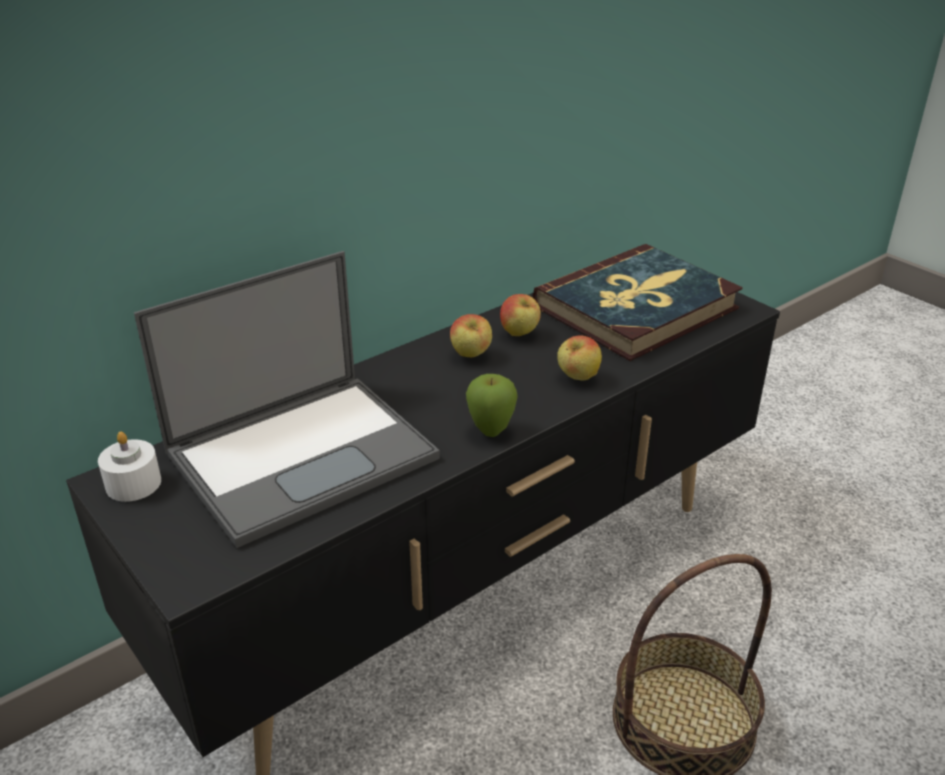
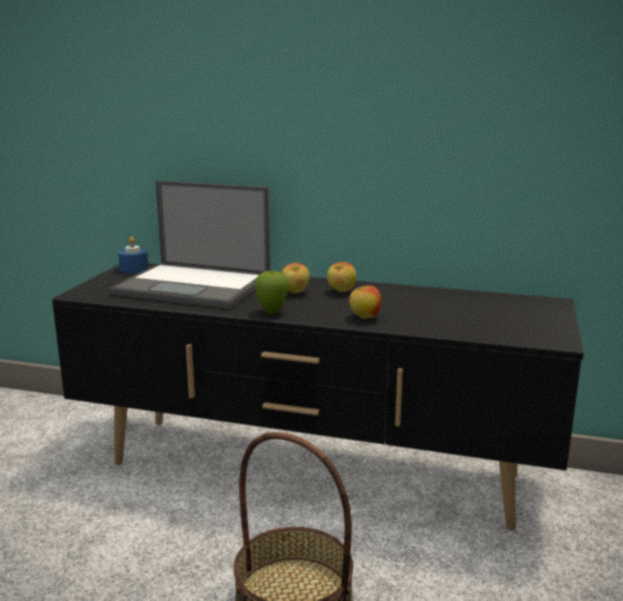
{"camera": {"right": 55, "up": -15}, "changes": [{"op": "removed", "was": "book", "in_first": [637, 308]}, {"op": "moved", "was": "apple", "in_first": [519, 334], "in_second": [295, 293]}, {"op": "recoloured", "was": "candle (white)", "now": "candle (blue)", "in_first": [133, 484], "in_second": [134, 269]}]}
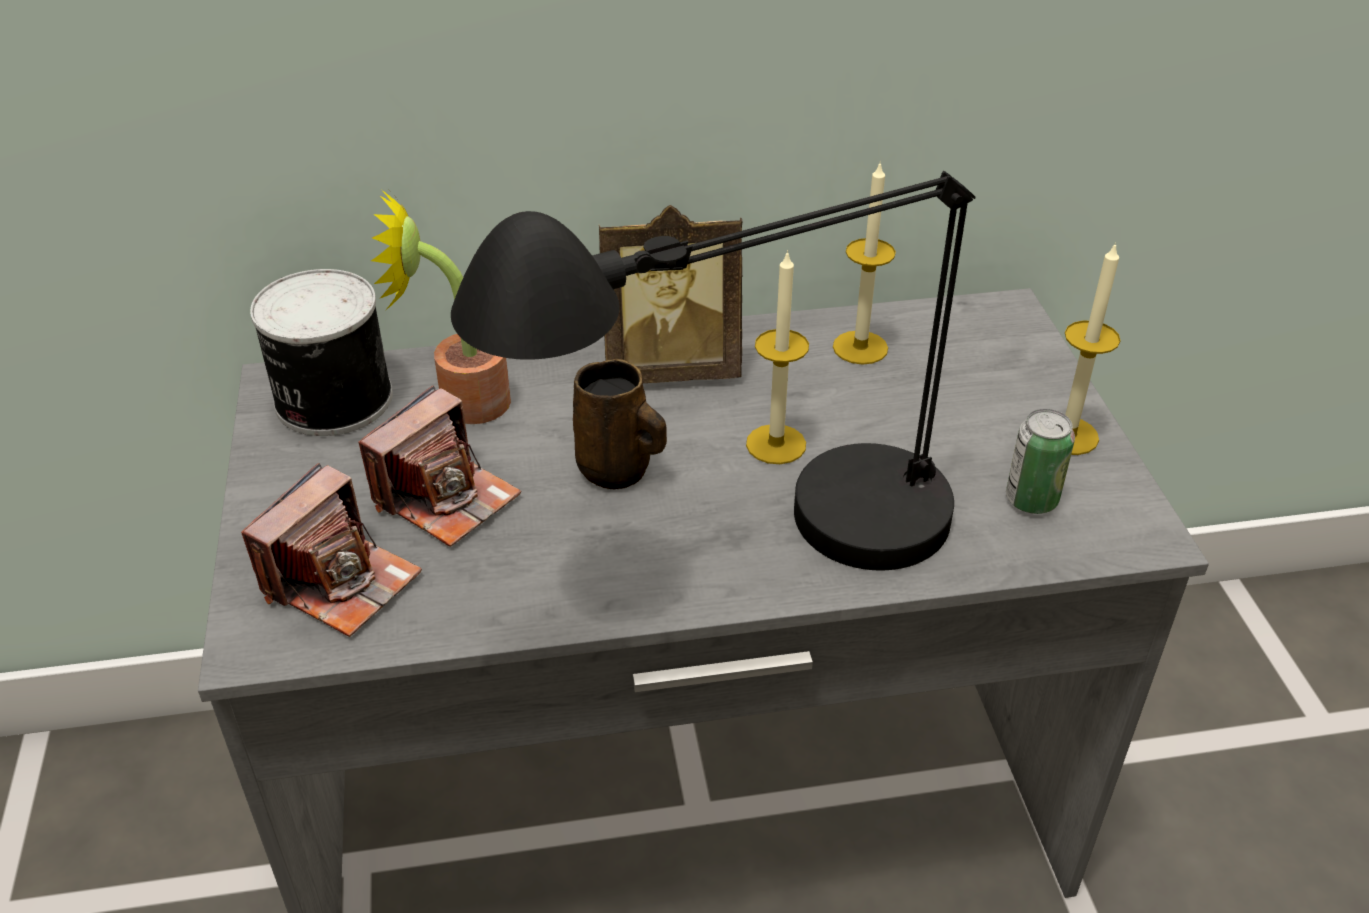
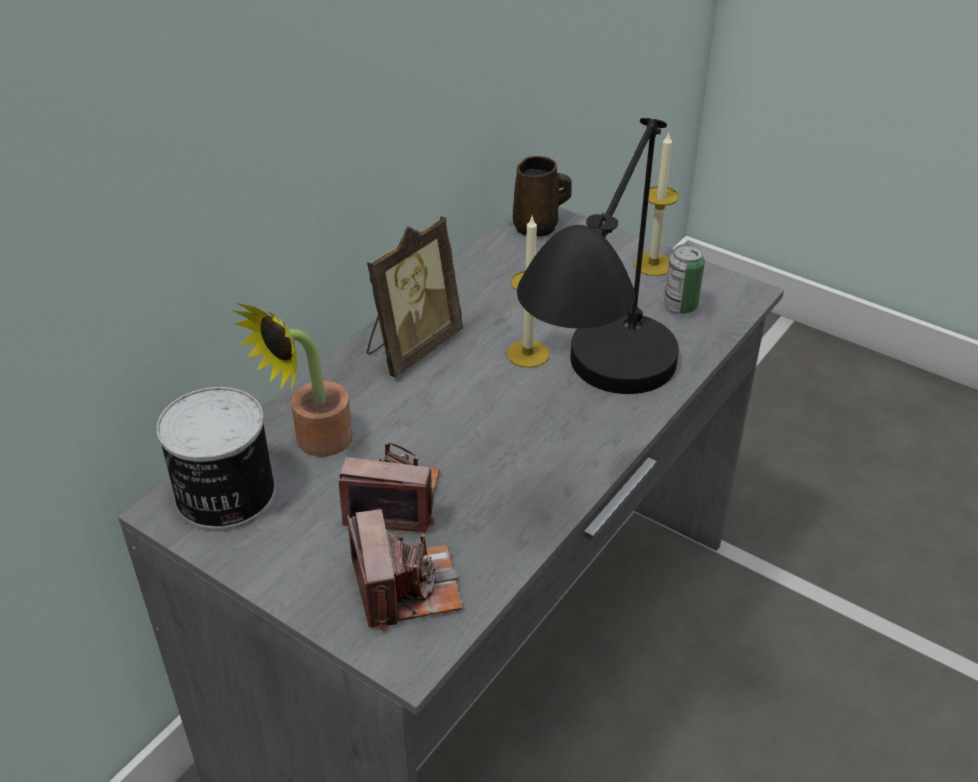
{"camera": {"right": -45, "up": 0}, "changes": [{"op": "removed", "was": "candle", "in_first": [860, 347]}, {"op": "moved", "was": "mug (brown)", "in_first": [618, 471], "in_second": [538, 227]}, {"op": "turned", "was": "photo camera", "in_first": [446, 498], "in_second": [393, 500], "clockwise": -75}]}
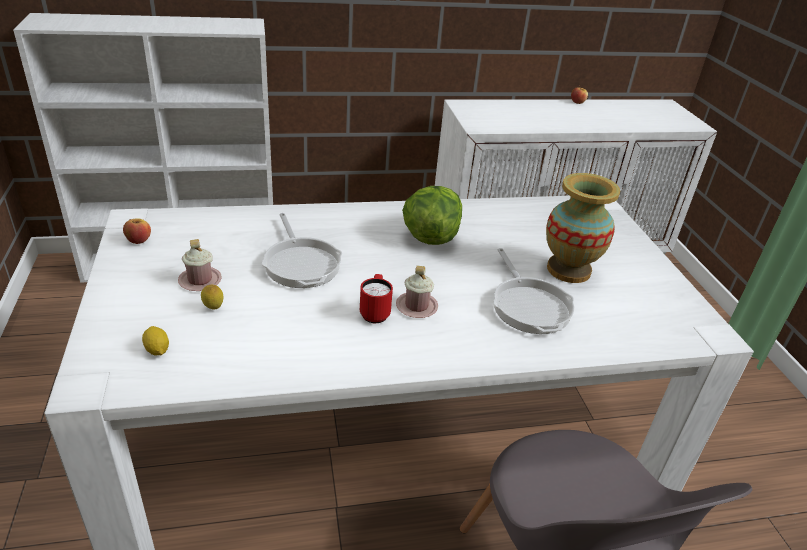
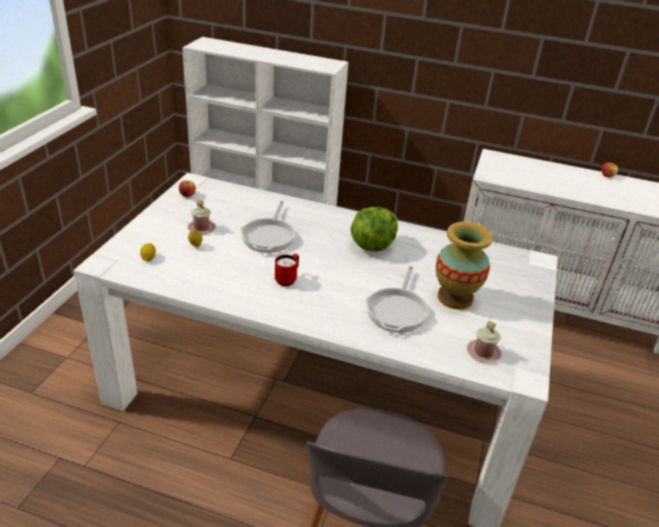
{"camera": {"right": 30, "up": 0}, "changes": [{"op": "moved", "was": "mug (pink)", "in_first": [416, 306], "in_second": [483, 352]}]}
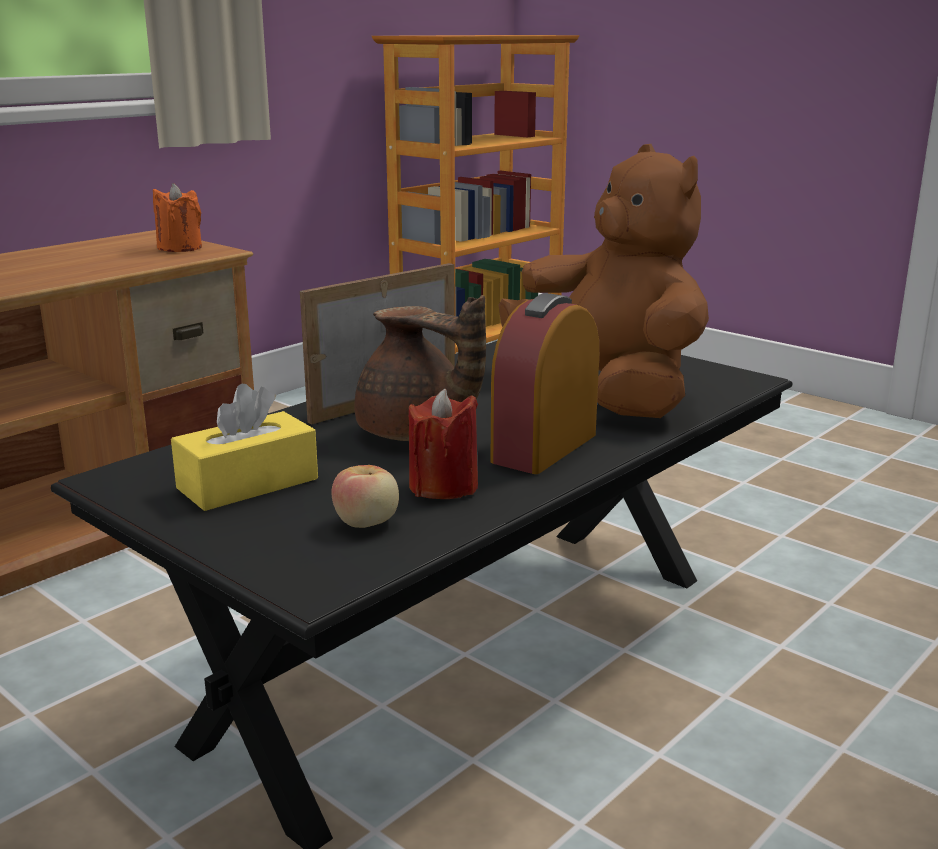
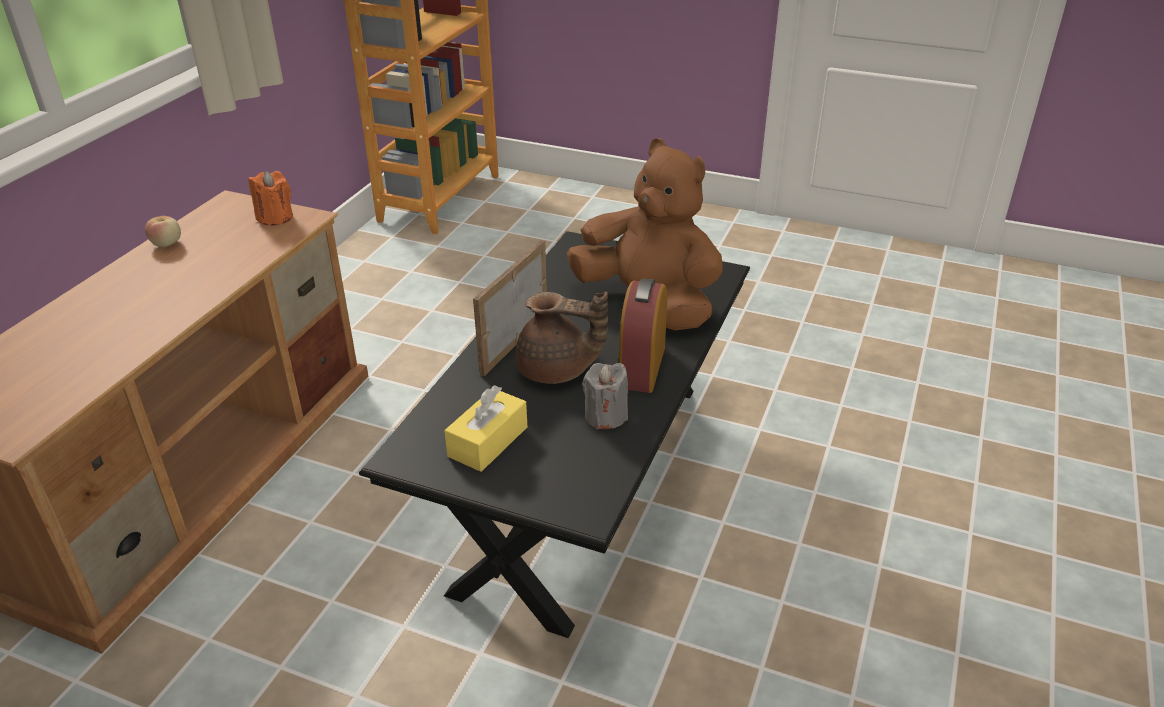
{"camera": {"right": -20, "up": 15}, "changes": [{"op": "recoloured", "was": "candle (red)", "now": "candle (grey)", "in_first": [443, 486], "in_second": [605, 416]}, {"op": "moved", "was": "apple", "in_first": [367, 523], "in_second": [167, 244]}]}
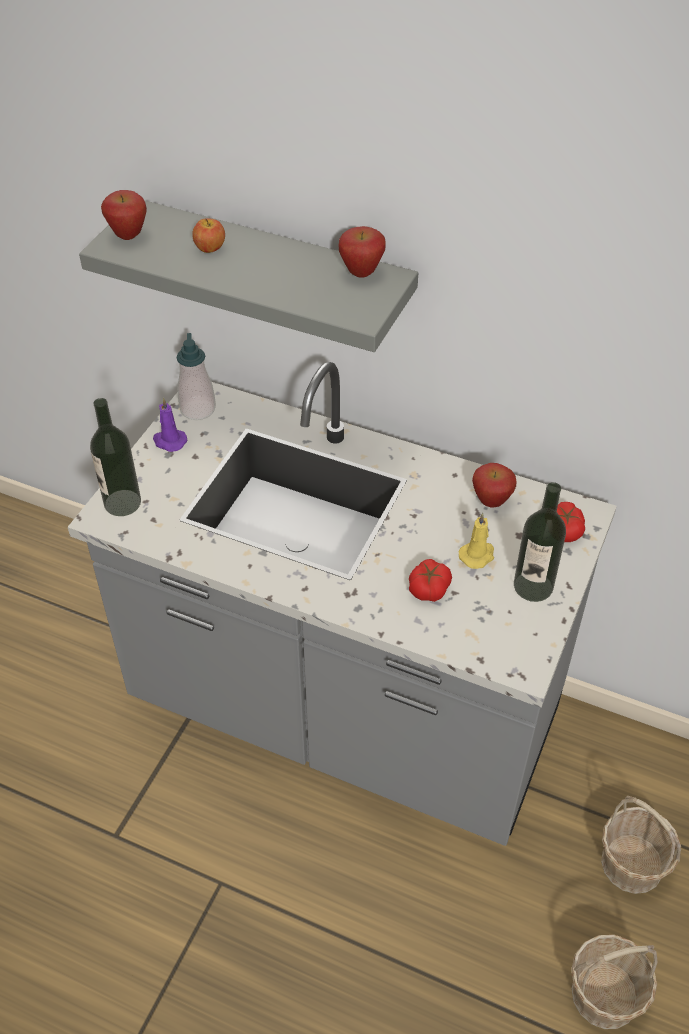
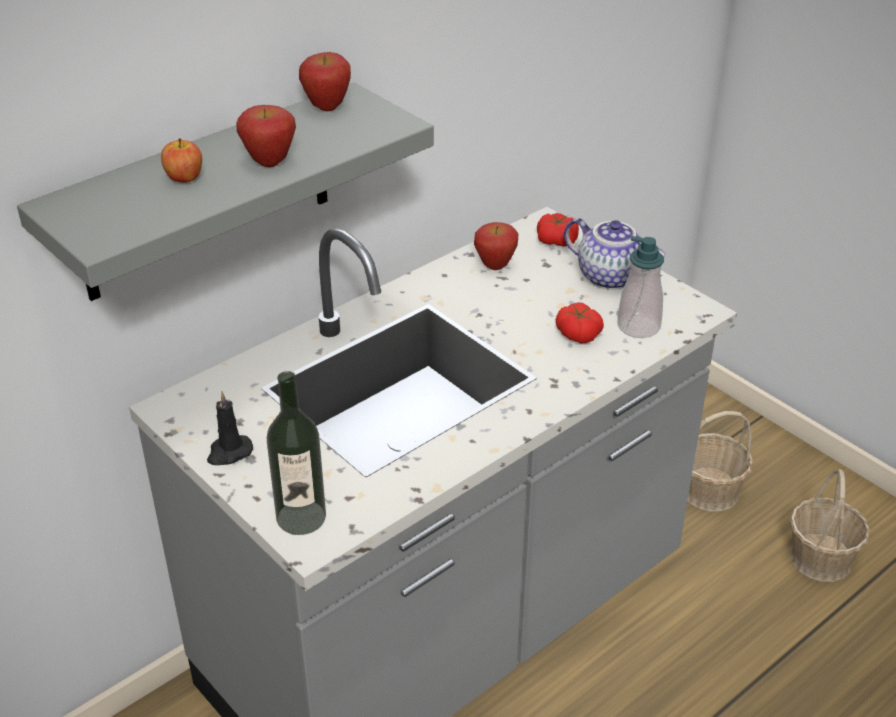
{"camera": {"right": -65, "up": -10}, "changes": [{"op": "moved", "was": "apple", "in_first": [128, 236], "in_second": [269, 162]}, {"op": "moved", "was": "soap dispenser", "in_first": [198, 409], "in_second": [638, 326]}, {"op": "recoloured", "was": "candle (purple)", "now": "candle (black)", "in_first": [169, 441], "in_second": [229, 452]}, {"op": "replaced", "was": "bottle", "now": "teapot", "in_first": [533, 586], "in_second": [611, 277]}, {"op": "removed", "was": "candle (yellow)", "in_first": [477, 555]}]}
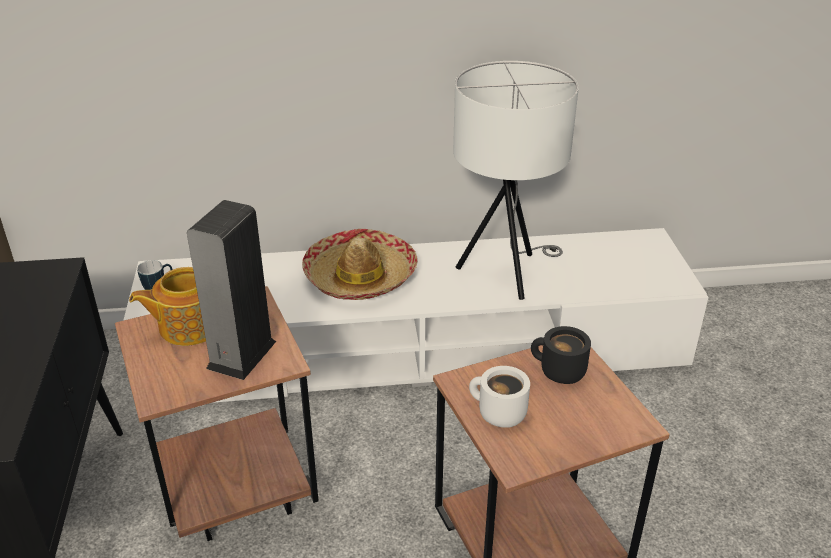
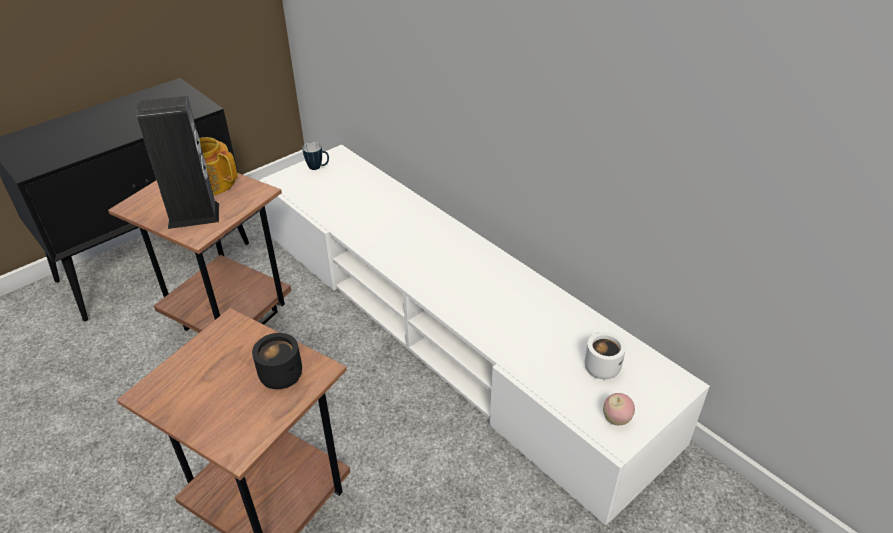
{"camera": {"right": 55, "up": 5}, "changes": [{"op": "removed", "was": "table lamp (white)", "in_first": [507, 273]}, {"op": "removed", "was": "hat", "in_first": [360, 276]}, {"op": "moved", "was": "mug (white)", "in_first": [497, 414], "in_second": [599, 366]}, {"op": "added", "now": "apple", "in_second": [616, 419]}]}
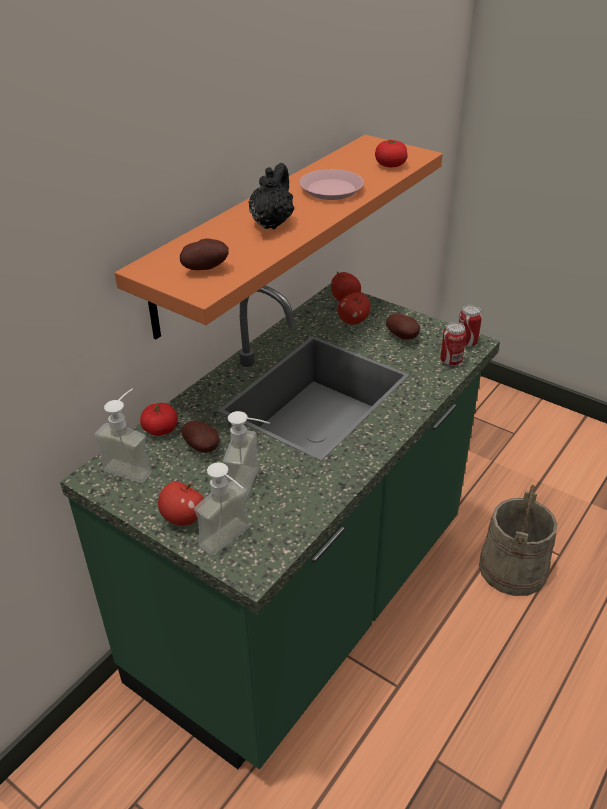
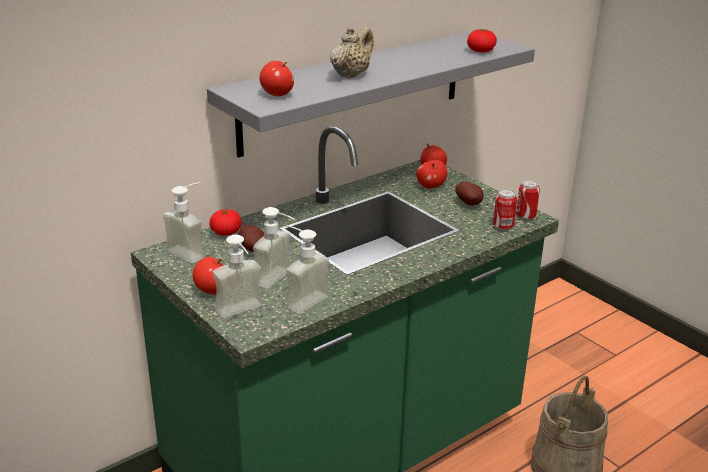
{"camera": {"right": 15, "up": -10}, "changes": [{"op": "recoloured", "was": "shelf (orange)", "now": "shelf (grey)", "in_first": [260, 231], "in_second": [354, 91]}, {"op": "recoloured", "was": "teapot (black)", "now": "teapot (beige)", "in_first": [272, 223], "in_second": [351, 75]}, {"op": "removed", "was": "plate (pink)", "in_first": [330, 190]}, {"op": "replaced", "was": "potato", "now": "apple", "in_first": [205, 268], "in_second": [277, 94]}, {"op": "added", "now": "soap dispenser", "in_second": [301, 299]}]}
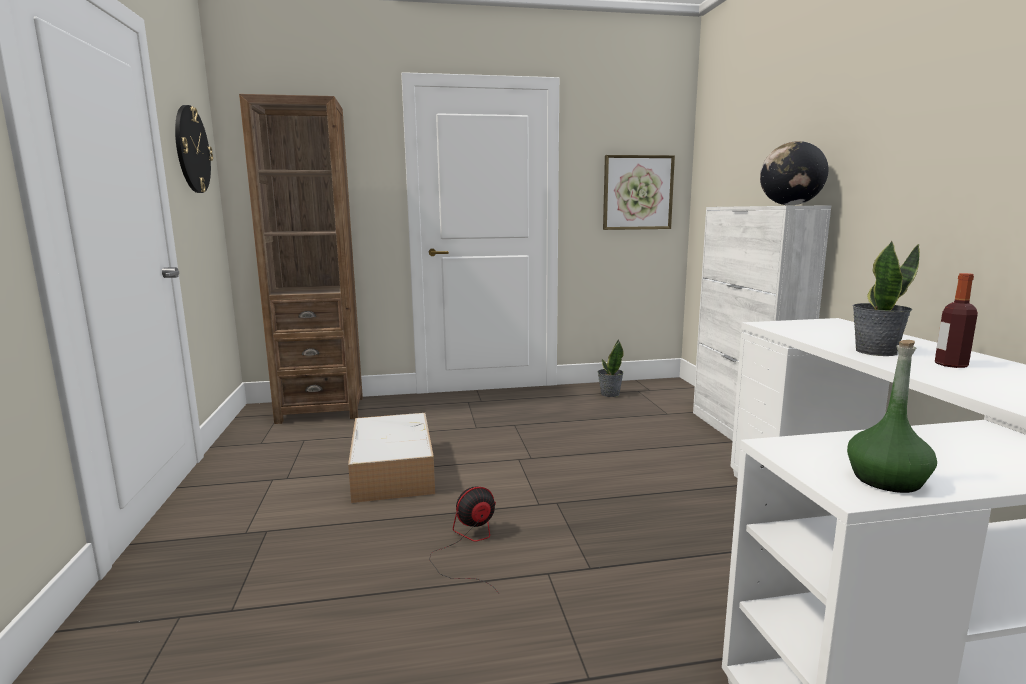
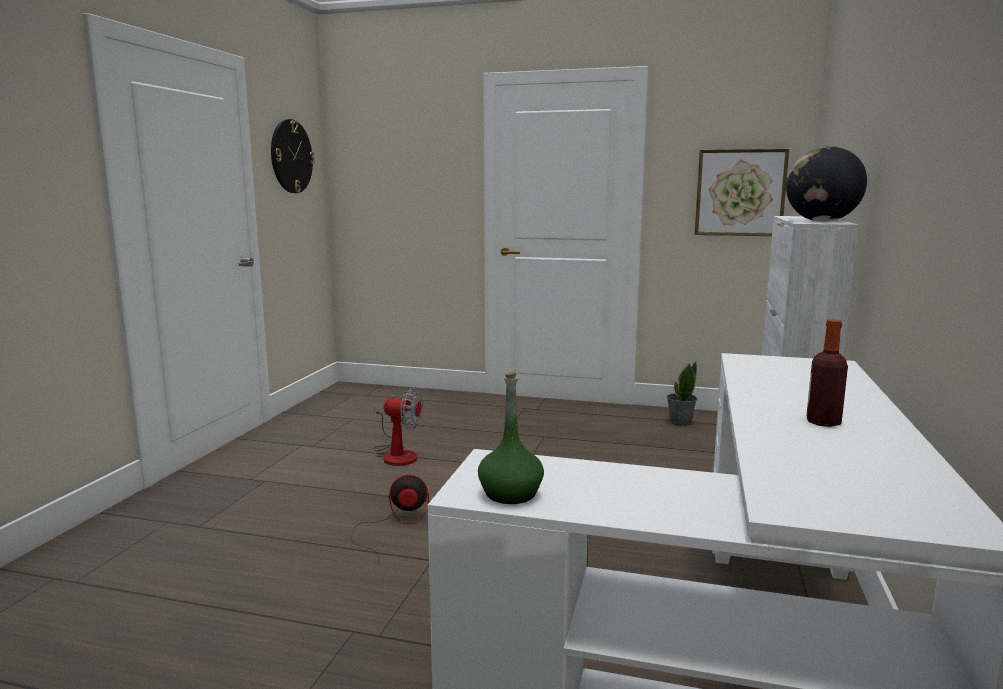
{"camera": {"right": 25, "up": 0}, "changes": [{"op": "removed", "was": "bookcase (brown)", "in_first": [321, 410]}, {"op": "removed", "was": "potted plant", "in_first": [875, 351]}, {"op": "replaced", "was": "storage box", "now": "fan", "in_first": [392, 469], "in_second": [396, 454]}]}
